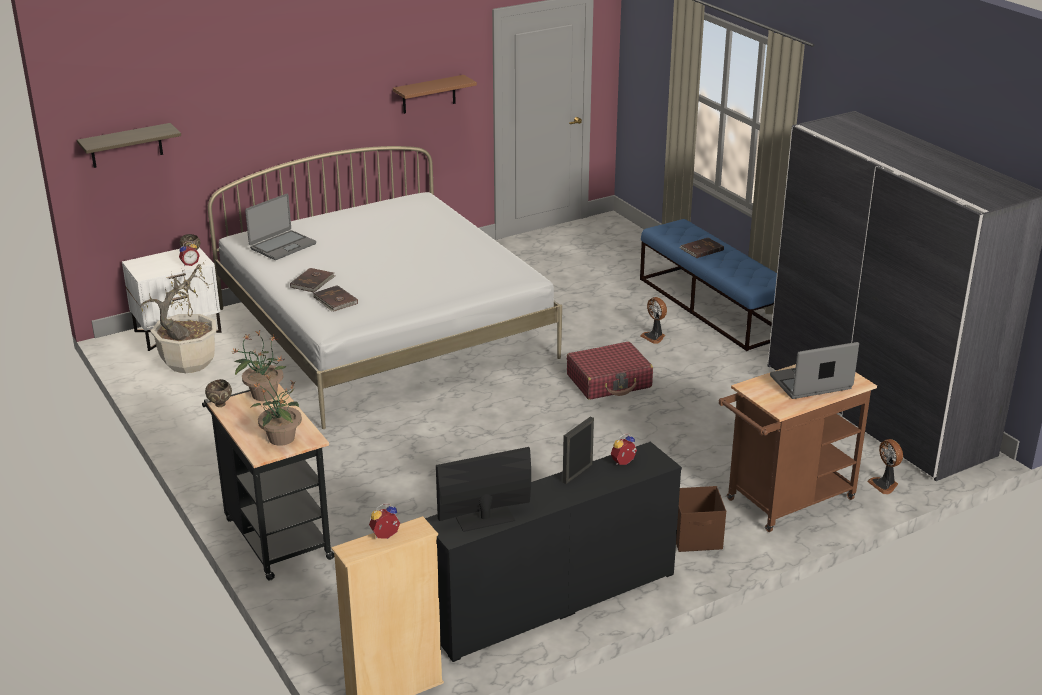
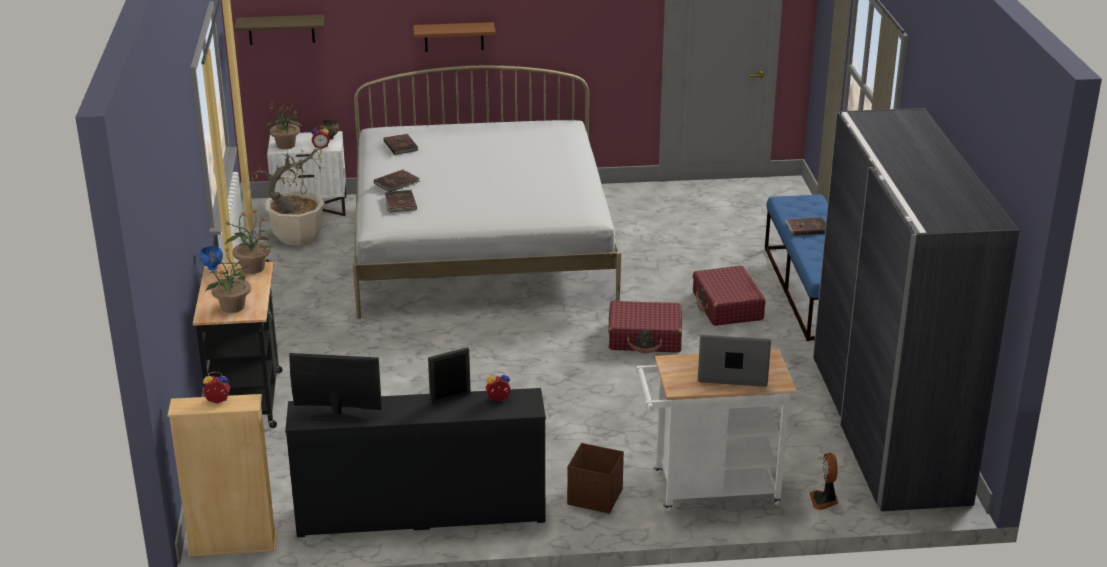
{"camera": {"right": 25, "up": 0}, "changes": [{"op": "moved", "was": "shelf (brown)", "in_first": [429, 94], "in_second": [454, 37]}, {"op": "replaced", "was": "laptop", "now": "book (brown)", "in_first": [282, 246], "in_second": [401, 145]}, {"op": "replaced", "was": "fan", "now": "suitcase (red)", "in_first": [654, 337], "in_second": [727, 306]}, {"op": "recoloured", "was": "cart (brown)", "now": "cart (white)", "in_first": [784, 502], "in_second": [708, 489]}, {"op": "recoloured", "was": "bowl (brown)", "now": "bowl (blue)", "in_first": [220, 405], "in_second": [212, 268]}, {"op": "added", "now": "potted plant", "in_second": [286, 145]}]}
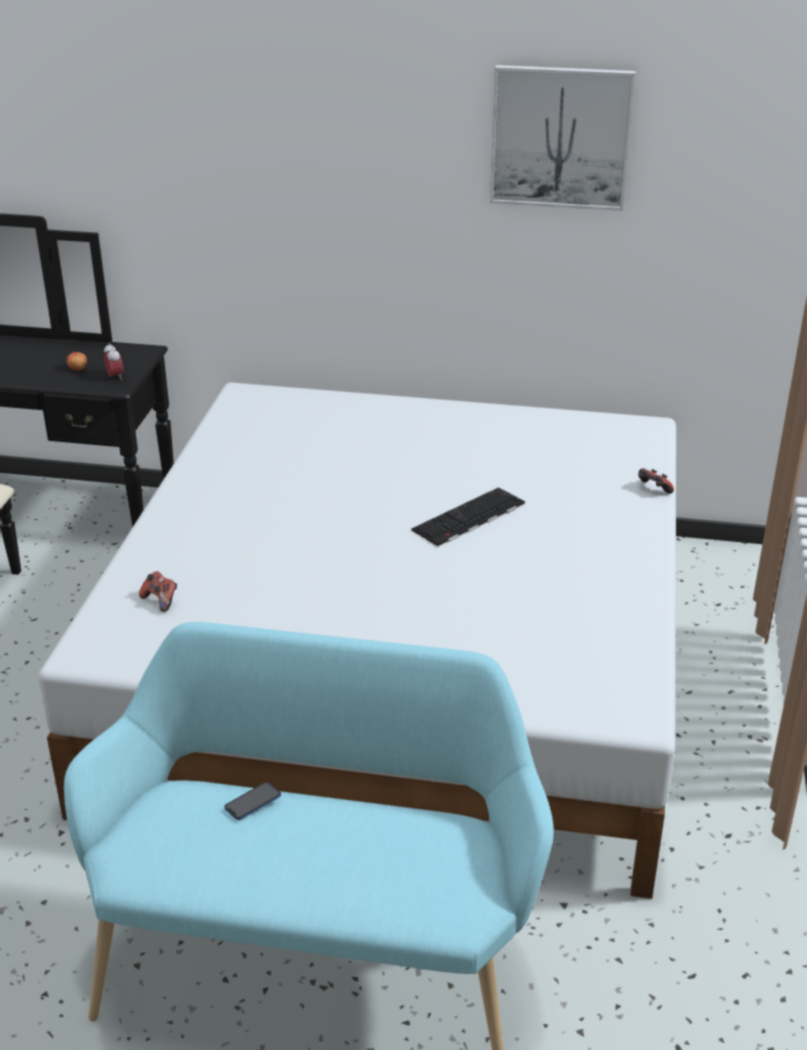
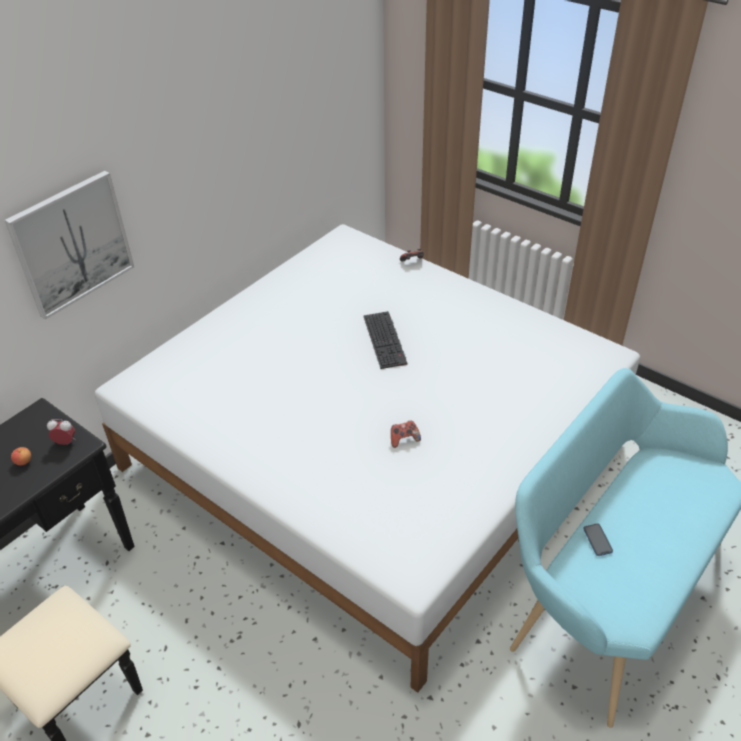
{"camera": {"right": -60, "up": 10}, "changes": [{"op": "moved", "was": "picture", "in_first": [560, 137], "in_second": [72, 244]}, {"op": "moved", "was": "game controller", "in_first": [160, 601], "in_second": [404, 439]}]}
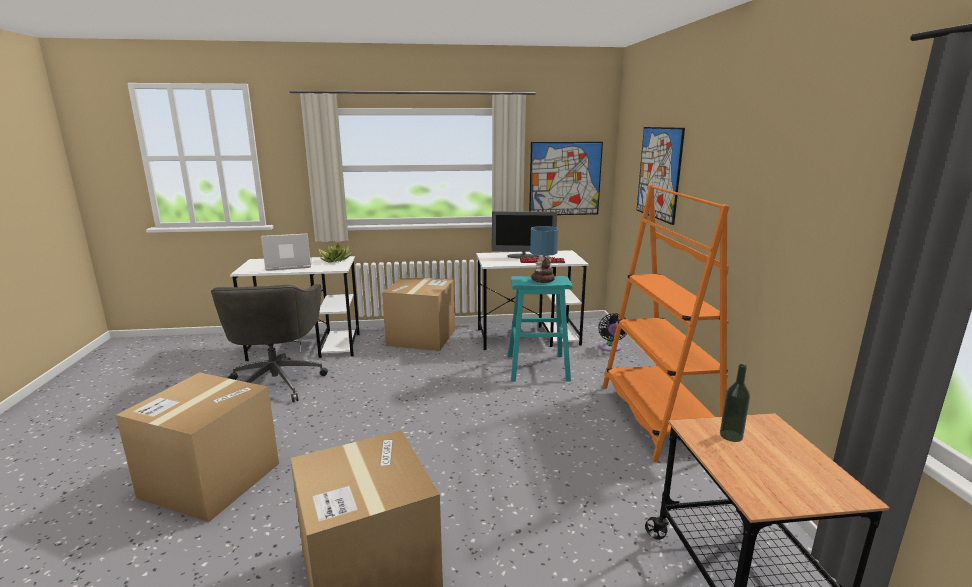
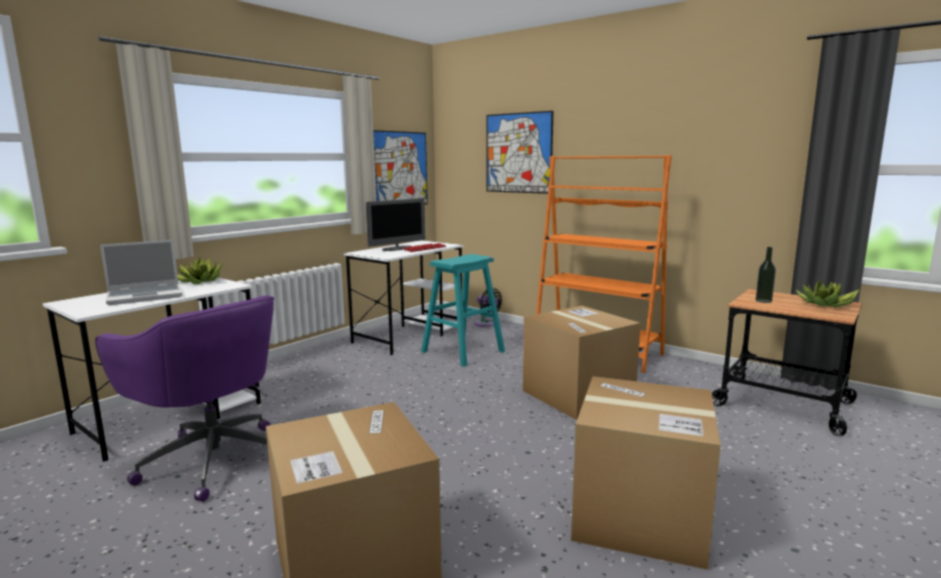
{"camera": {"right": -45, "up": -5}, "changes": [{"op": "removed", "was": "table lamp", "in_first": [542, 280]}, {"op": "turned", "was": "laptop", "in_first": [288, 265], "in_second": [146, 296], "clockwise": -150}, {"op": "moved", "was": "cardboard box", "in_first": [421, 337], "in_second": [578, 395]}, {"op": "recoloured", "was": "office chair (grey)", "now": "office chair (purple)", "in_first": [277, 382], "in_second": [213, 458]}, {"op": "added", "now": "potted plant", "in_second": [827, 305]}]}
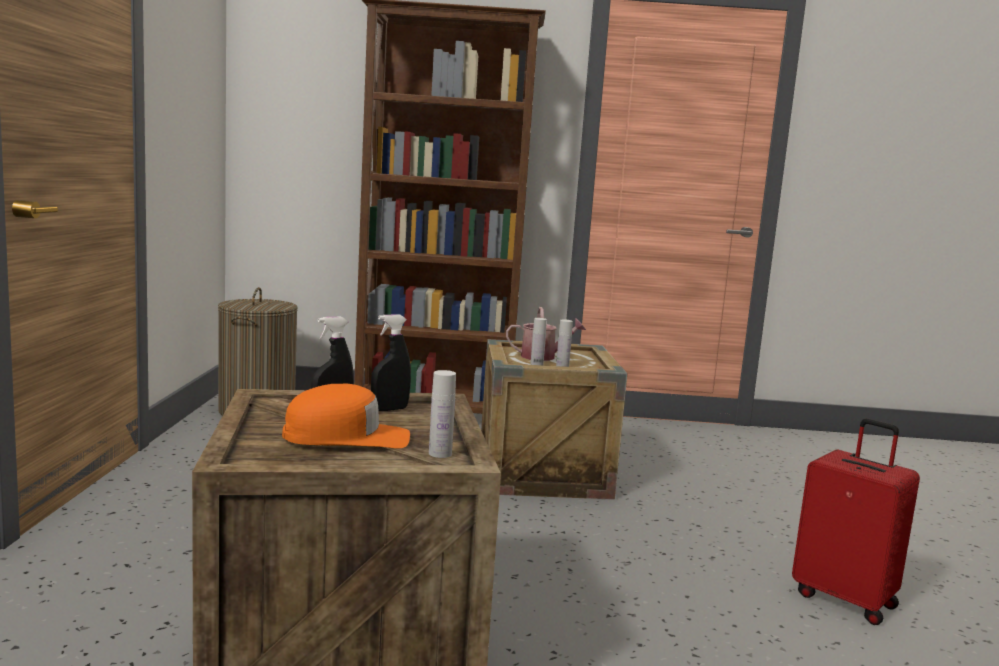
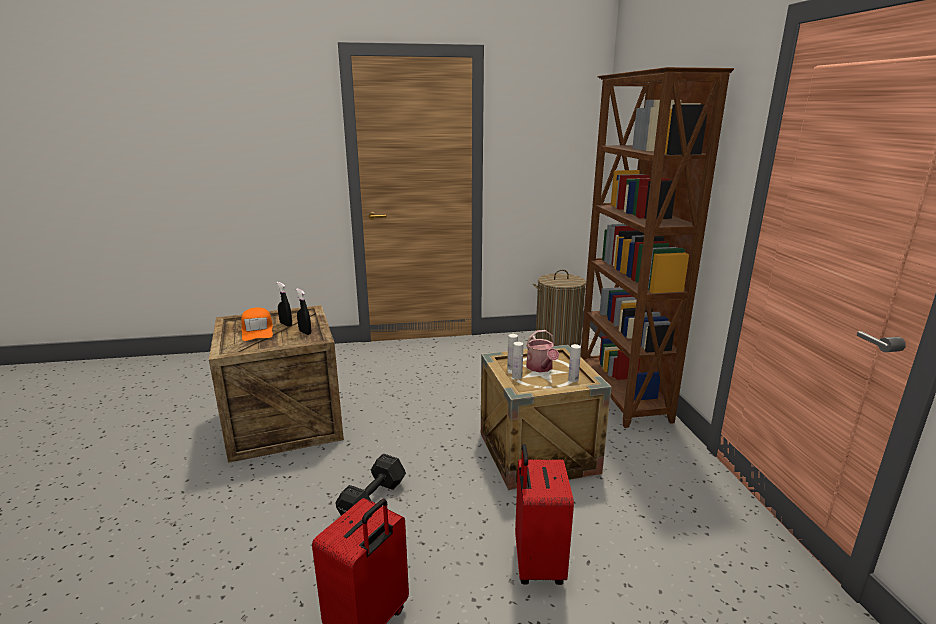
{"camera": {"right": 80, "up": 10}, "changes": [{"op": "moved", "was": "bottle (white)", "in_first": [440, 454], "in_second": [573, 379]}, {"op": "added", "now": "suitcase (red)", "in_second": [536, 563]}, {"op": "added", "now": "dumbbell (black)", "in_second": [374, 499]}]}
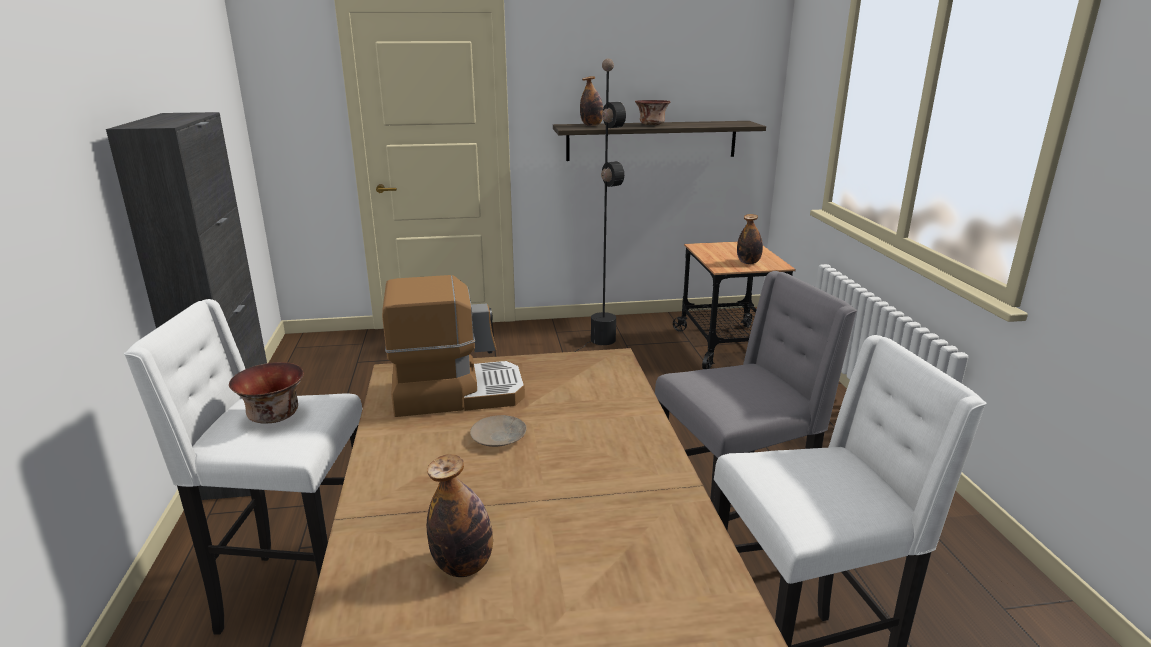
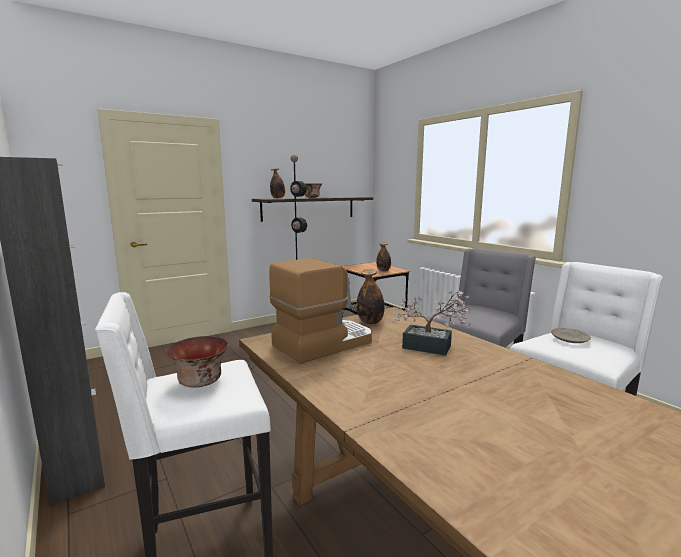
{"camera": {"right": -25, "up": -10}, "changes": [{"op": "moved", "was": "plate (beige)", "in_first": [499, 437], "in_second": [569, 339]}, {"op": "moved", "was": "bottle", "in_first": [463, 565], "in_second": [370, 322]}, {"op": "added", "now": "potted plant", "in_second": [432, 348]}]}
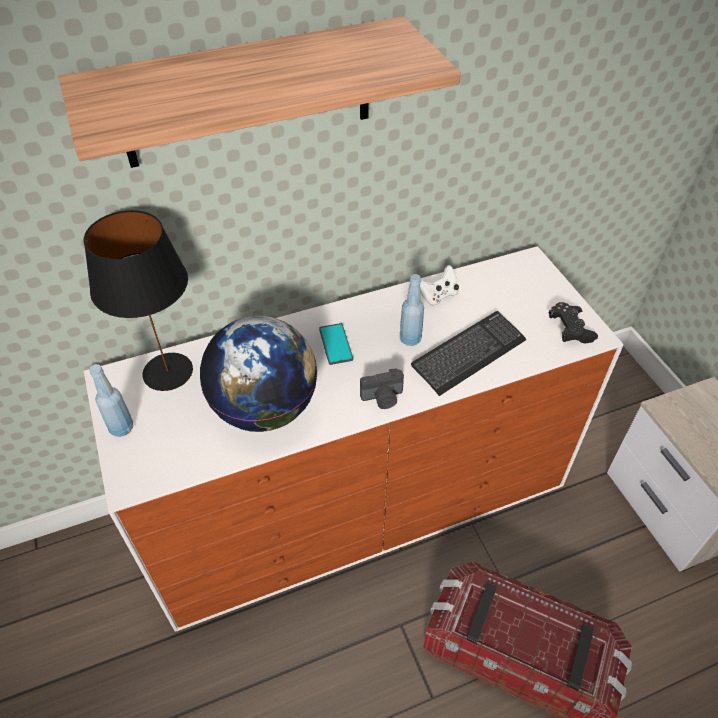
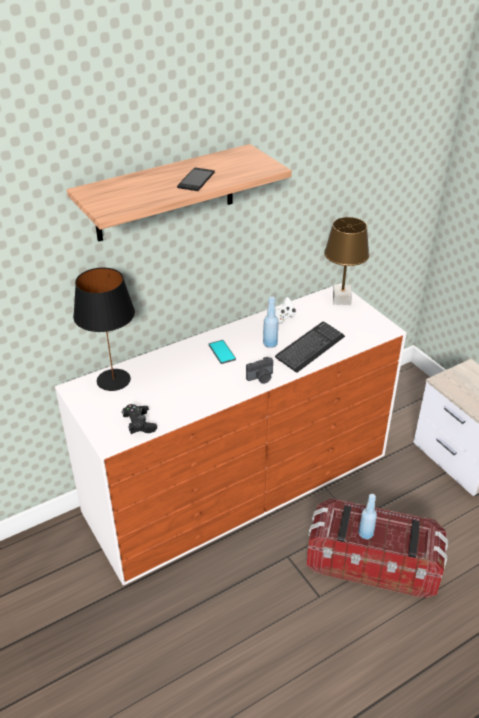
{"camera": {"right": -10, "up": -10}, "changes": [{"op": "moved", "was": "game controller (black)", "in_first": [570, 329], "in_second": [139, 424]}, {"op": "removed", "was": "globe", "in_first": [265, 408]}, {"op": "moved", "was": "bottle (blue)", "in_first": [121, 428], "in_second": [365, 534]}, {"op": "added", "now": "phone", "in_second": [196, 180]}, {"op": "added", "now": "table lamp (brown)", "in_second": [341, 299]}]}
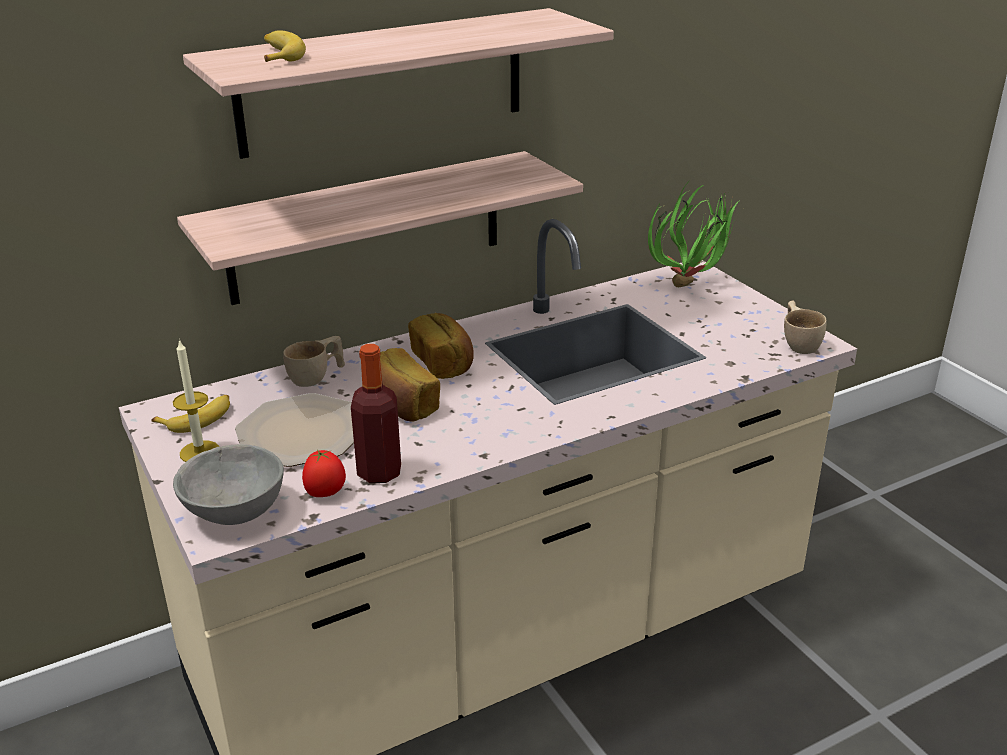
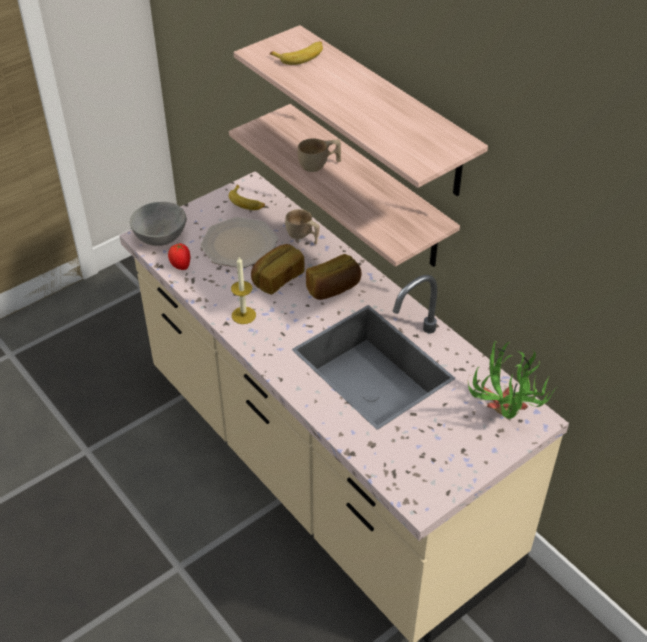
{"camera": {"right": 80, "up": 15}, "changes": [{"op": "moved", "was": "cup (beige)", "in_first": [799, 343], "in_second": [319, 165]}, {"op": "moved", "was": "candle", "in_first": [200, 452], "in_second": [243, 315]}, {"op": "removed", "was": "bottle", "in_first": [379, 472]}]}
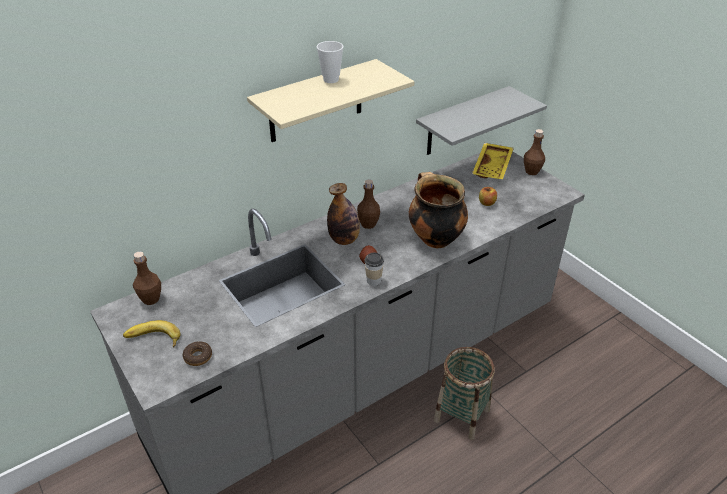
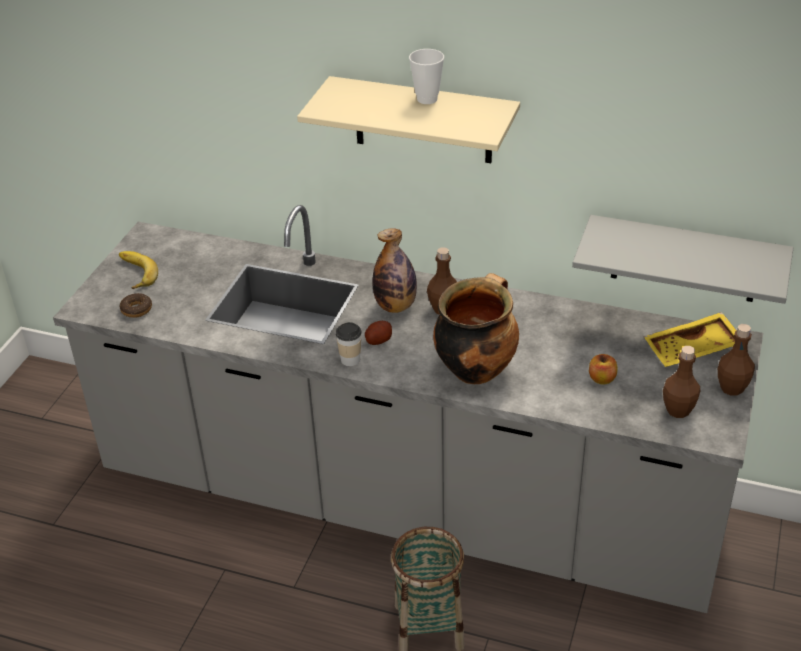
{"camera": {"right": 55, "up": 0}, "changes": [{"op": "moved", "was": "bottle (brown)", "in_first": [151, 299], "in_second": [678, 410]}]}
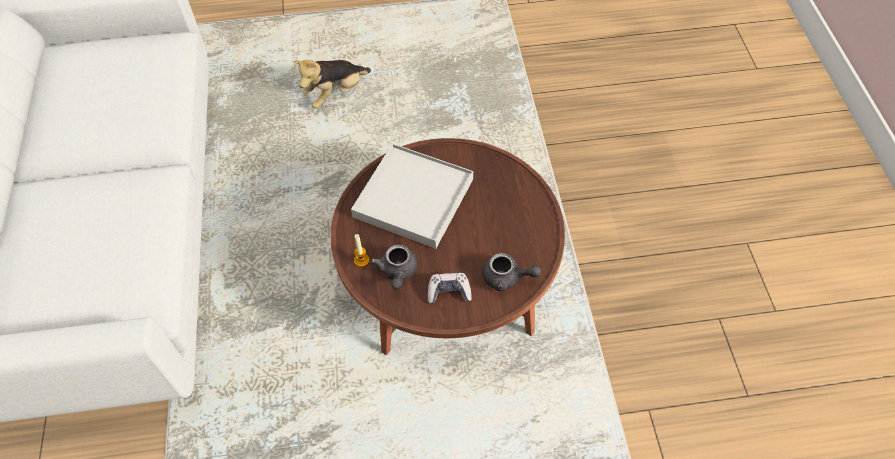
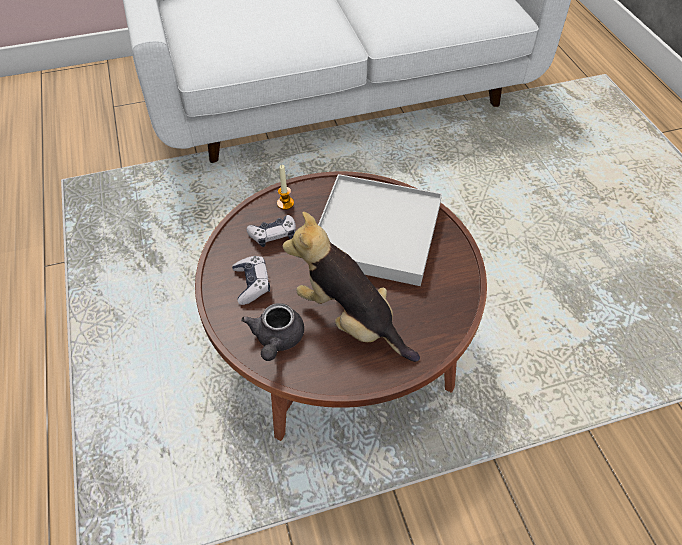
{"camera": {"right": 80, "up": -5}, "changes": [{"op": "moved", "was": "plush toy", "in_first": [335, 93], "in_second": [350, 319]}, {"op": "replaced", "was": "teapot (grey)", "now": "game controller", "in_first": [397, 272], "in_second": [273, 235]}]}
